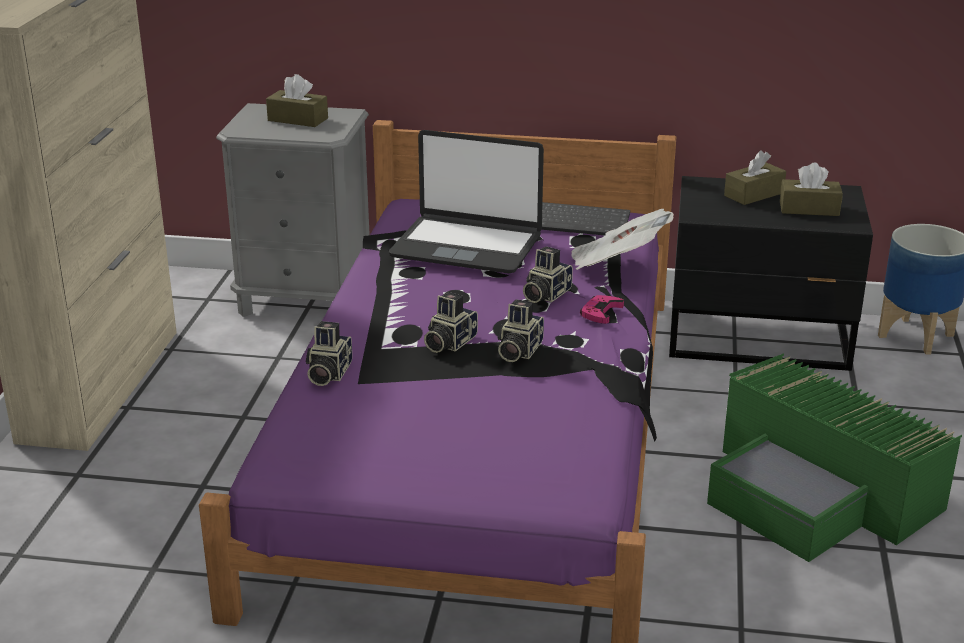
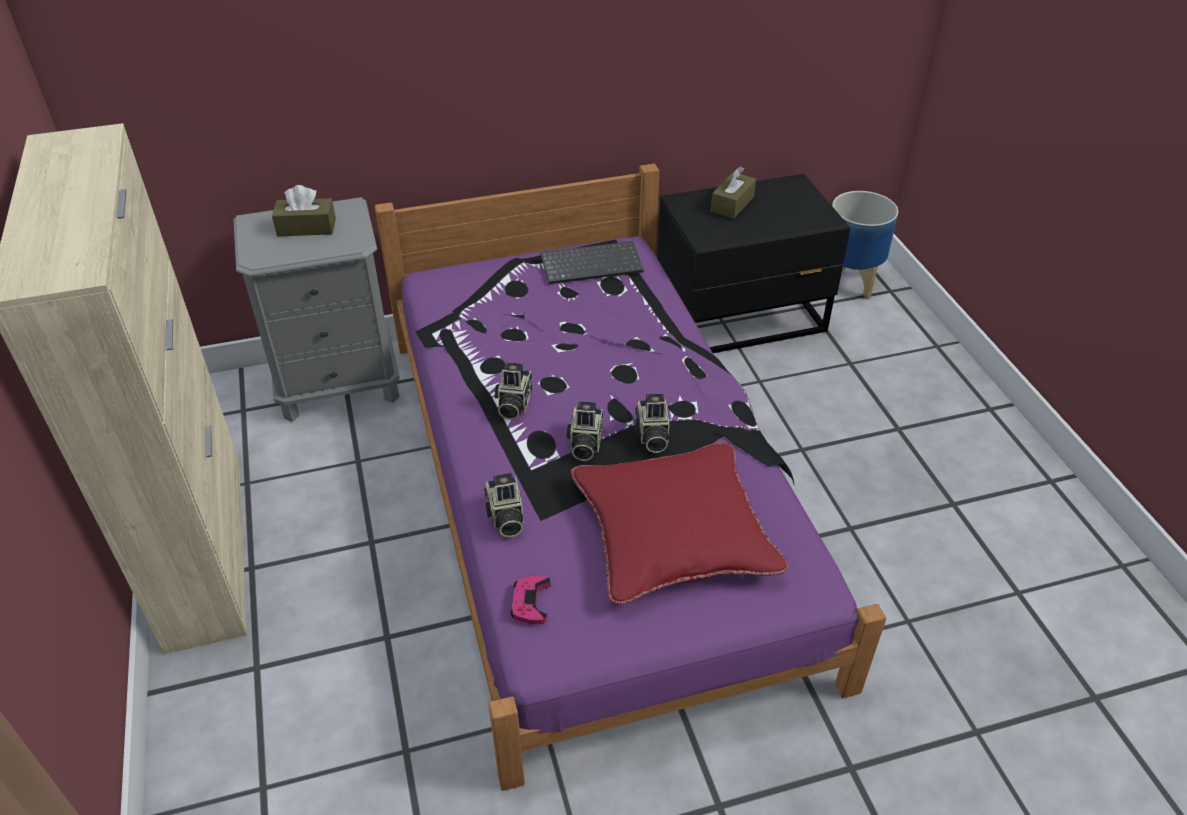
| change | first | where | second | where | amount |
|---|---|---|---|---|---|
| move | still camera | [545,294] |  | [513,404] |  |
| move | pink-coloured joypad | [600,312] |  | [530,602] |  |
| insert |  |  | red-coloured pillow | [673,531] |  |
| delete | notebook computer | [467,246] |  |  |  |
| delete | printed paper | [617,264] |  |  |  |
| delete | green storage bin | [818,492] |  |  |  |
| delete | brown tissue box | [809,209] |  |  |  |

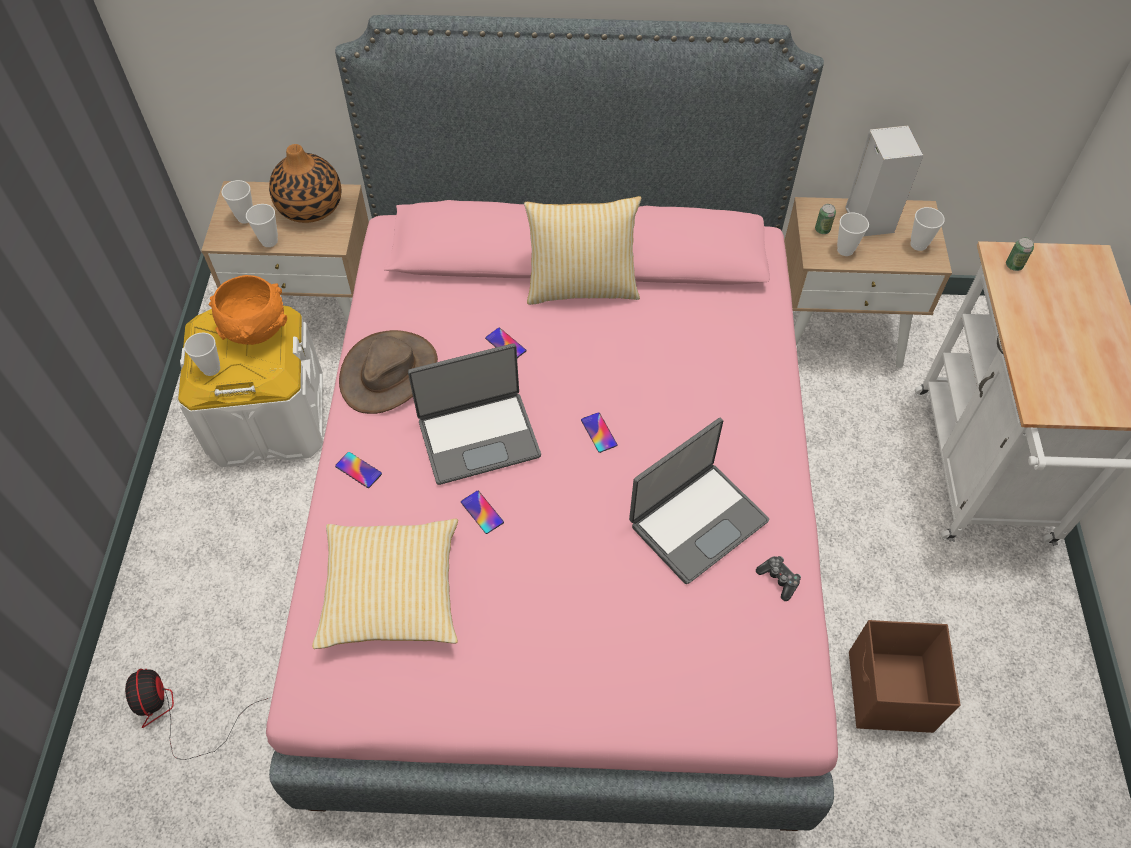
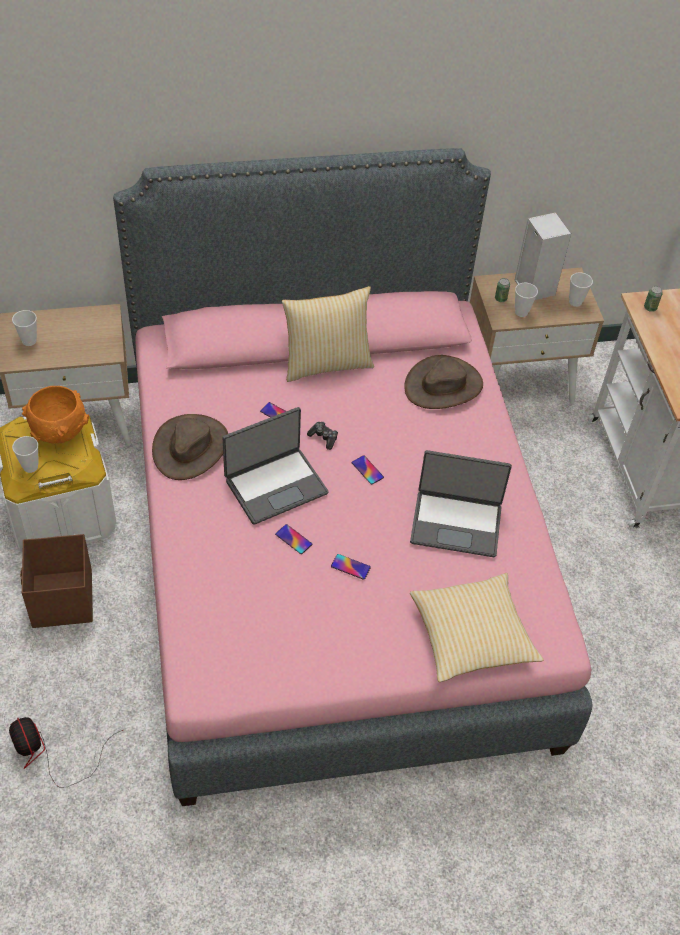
| change | first | where | second | where | amount |
|---|---|---|---|---|---|
| move | brown storage bin | [889,693] |  | [62,600] |  |
| move | joypad | [779,579] |  | [323,438] |  |
| move | handset | [358,470] |  | [350,567] |  |
| insert |  |  | brown wearable hat | [443,385] |  |
| rotate | notebook computer | [696,521] |  | [456,523] | 60 degrees clockwise |
| move | pillow | [392,593] |  | [471,637] |  |
| delete | small cup | [269,241] |  |  |  |
| delete | vase | [310,206] |  |  |  |

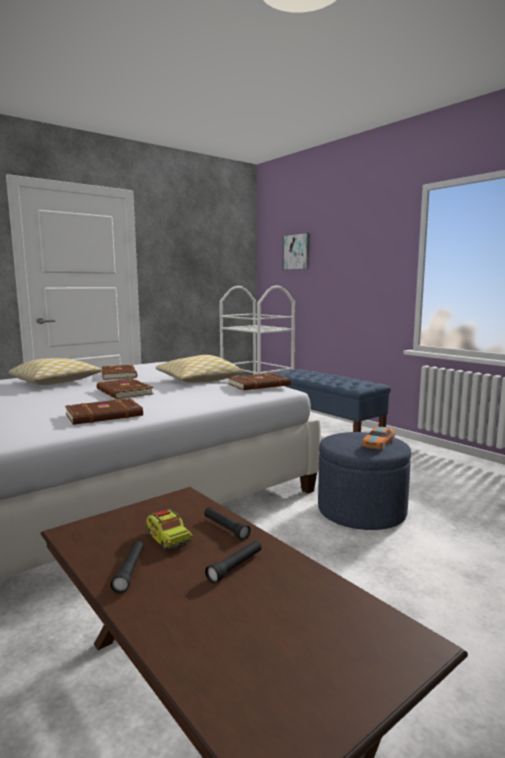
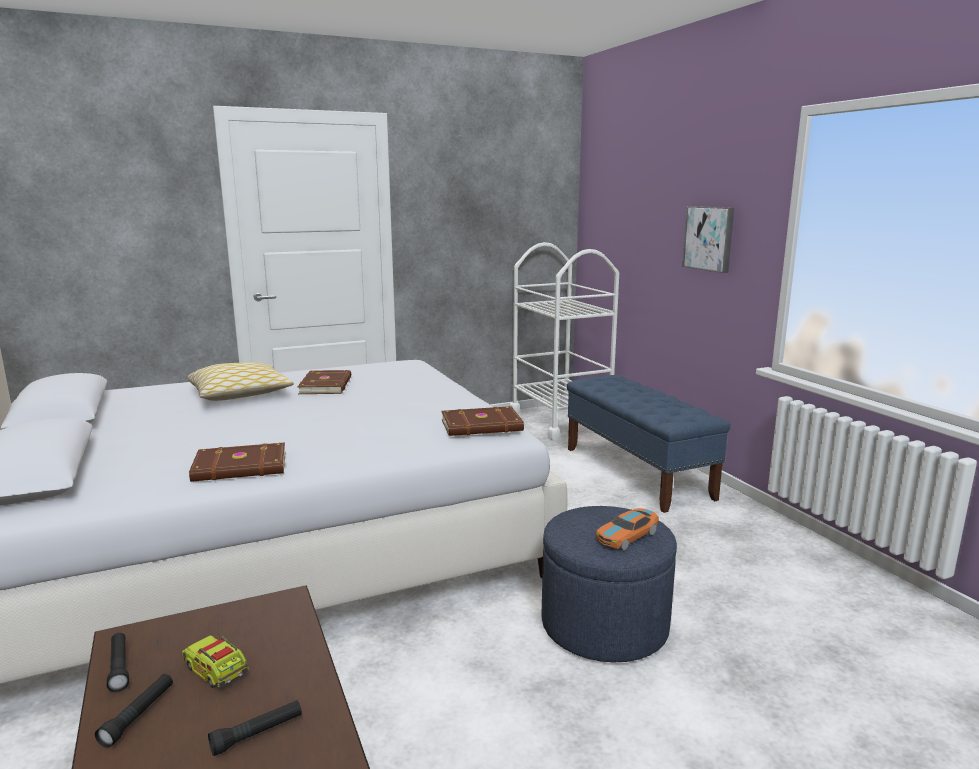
| change | first | where | second | where | amount |
|---|---|---|---|---|---|
| move | black hand torch | [225,528] |  | [119,668] |  |
| rotate | toy lorry | [168,539] |  | [216,671] | 150 degrees clockwise |
| move | wall picture | [297,251] |  | [709,238] |  |
| delete | brown volume | [123,392] |  |  |  |
| delete | pillow | [199,380] |  |  |  |

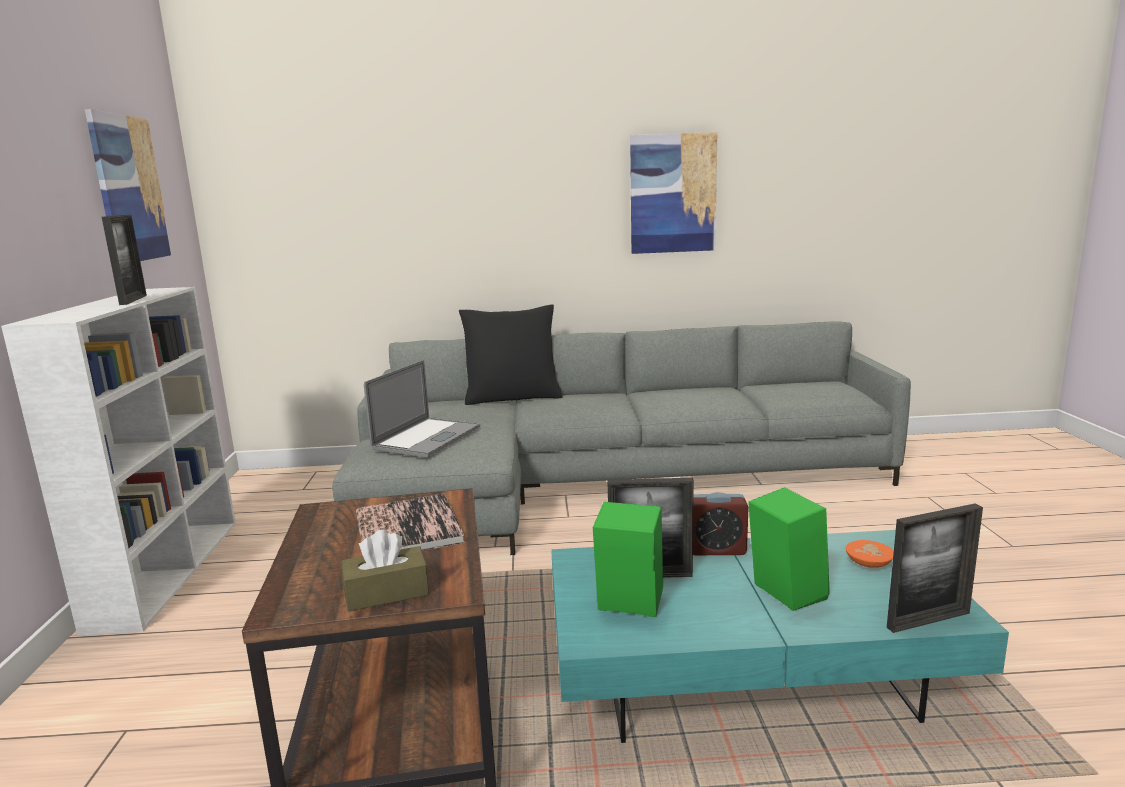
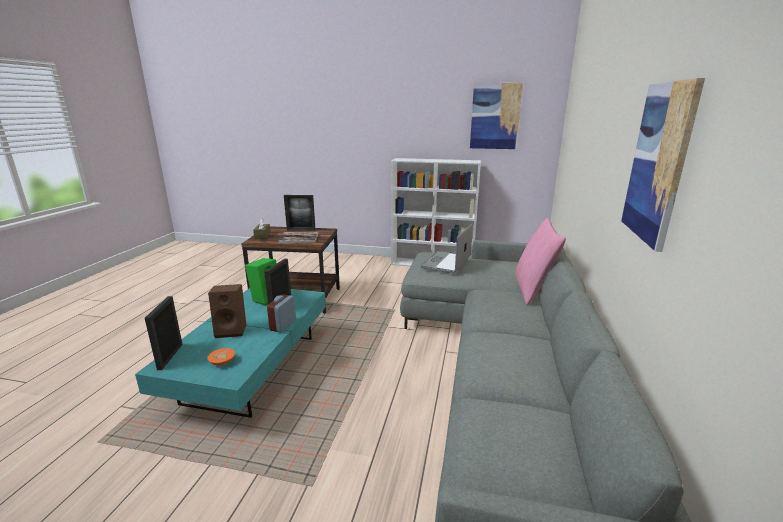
| change | first | where | second | where | amount |
|---|---|---|---|---|---|
| recolor | green audio speaker | [783,593] | brown audio speaker | [232,330] |  |
| move | photo frame | [133,300] |  | [301,230] |  |
| rotate | notebook computer | [427,438] |  | [446,262] | 75 degrees clockwise |
| recolor | black pillow | [512,397] | pink-coloured pillow | [533,290] |  |

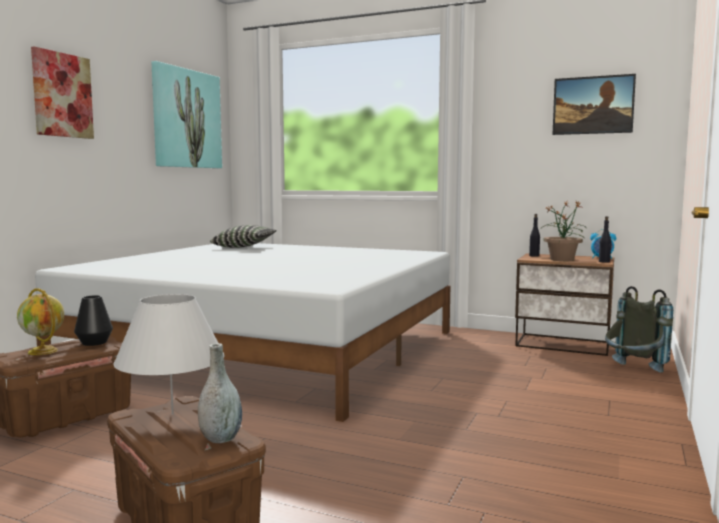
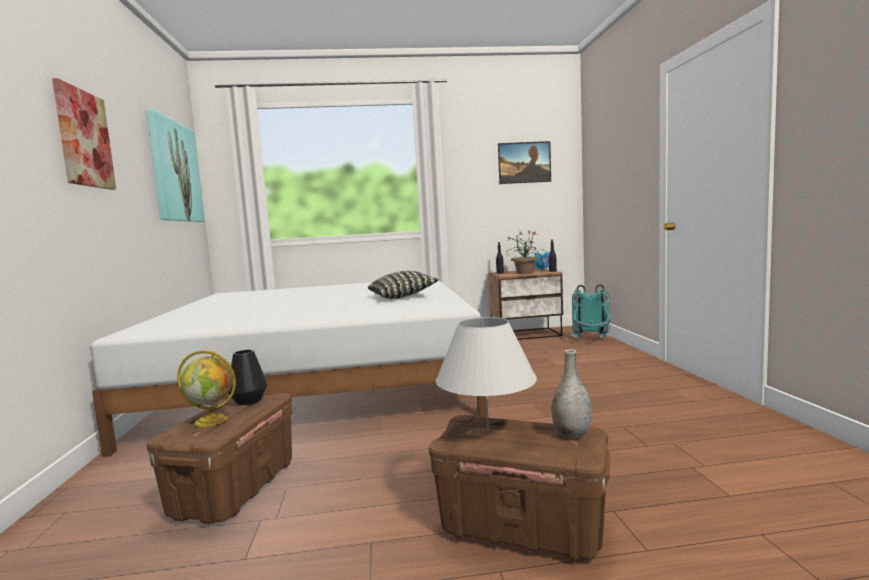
| change | first | where | second | where | amount |
|---|---|---|---|---|---|
| move | pillow | [244,247] |  | [402,296] |  |
| recolor | gray backpack | [633,371] | turquoise-coloured backpack | [591,342] |  |

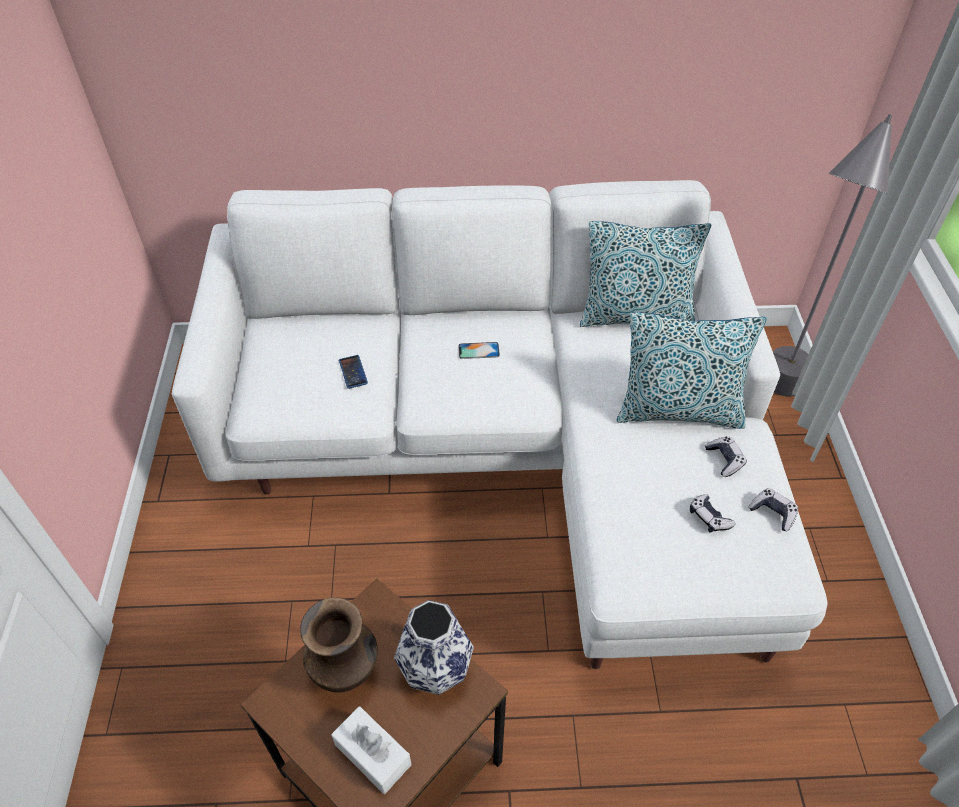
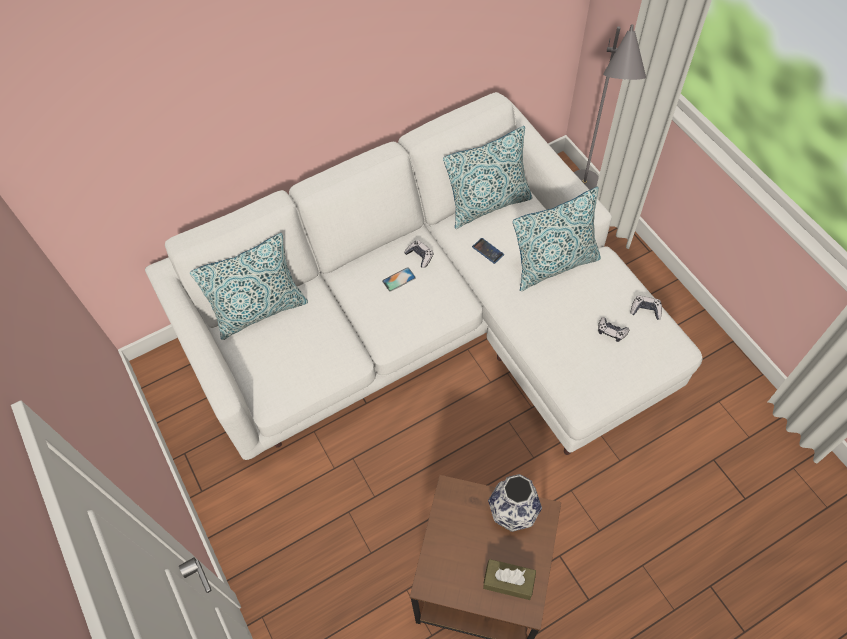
| change | first | where | second | where | amount |
|---|---|---|---|---|---|
| insert |  |  | pillow | [260,310] |  |
| move | joypad | [724,460] |  | [420,256] |  |
| move | handset | [353,372] |  | [488,251] |  |
| recolor | white tissue box | [373,755] | brown tissue box | [508,581] |  |
| delete | brown vase | [347,672] |  |  |  |

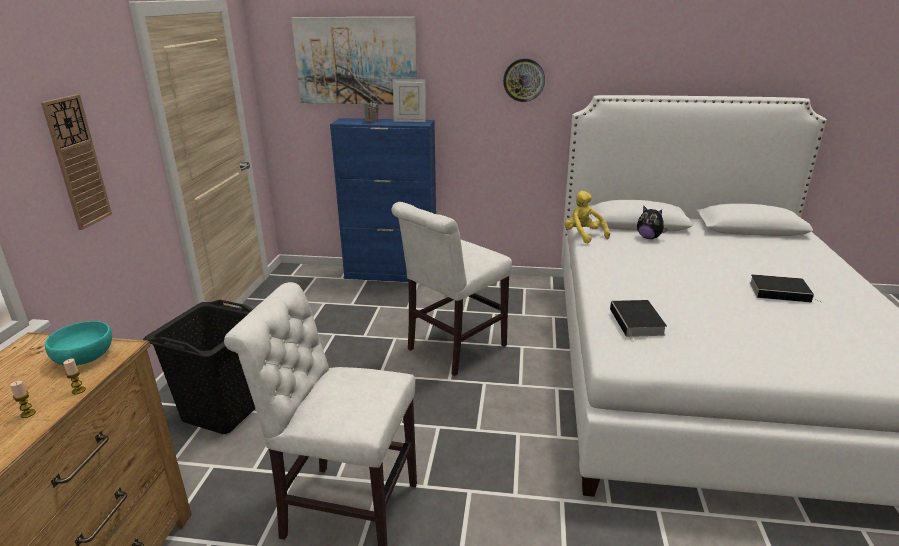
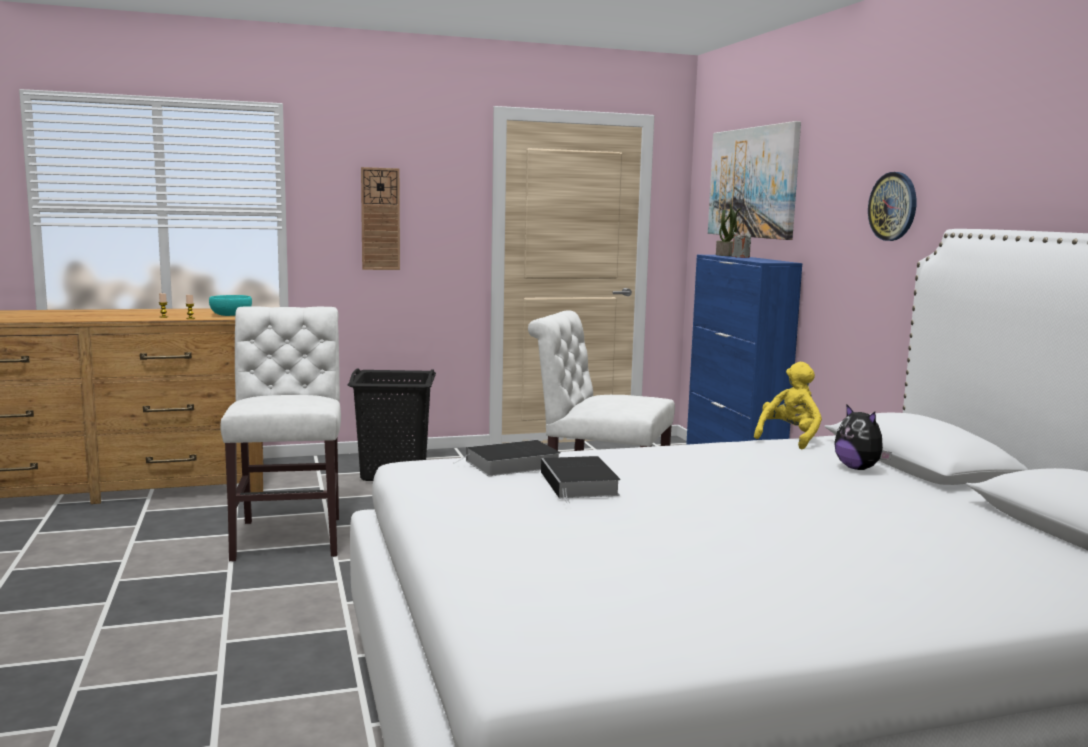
| change | first | where | second | where | amount |
|---|---|---|---|---|---|
| move | volume | [781,292] |  | [580,484] |  |
| insert |  |  | houseplant | [726,255] |  |
| rotate | plush toy | [649,237] |  | [858,468] | 45 degrees counterclockwise |
| delete | photo frame | [410,121] |  |  |  |

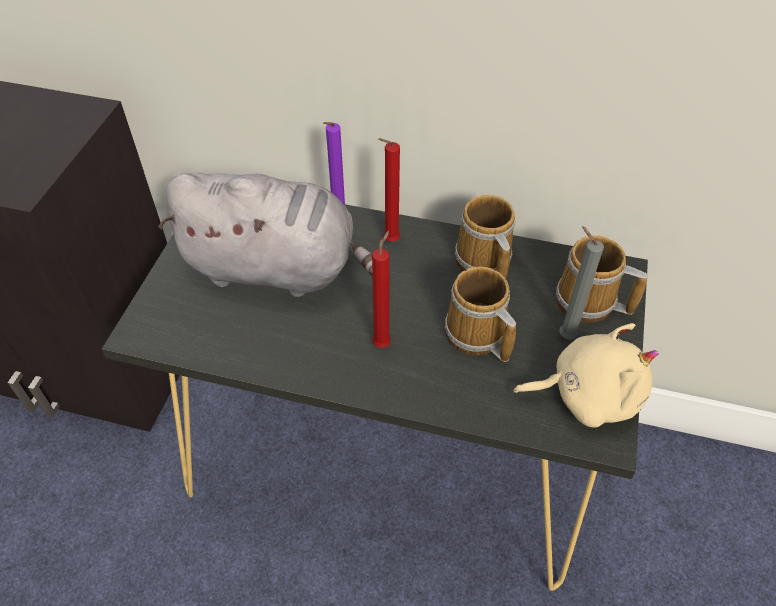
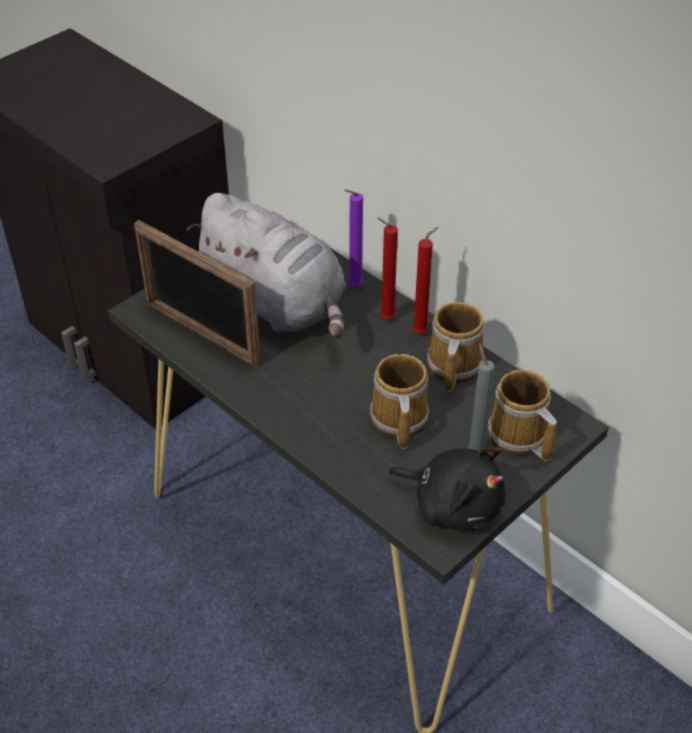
| change | first | where | second | where | amount |
|---|---|---|---|---|---|
| insert |  |  | photo frame | [201,333] |  |
| recolor | beige-coloured plush toy | [587,395] | black plush toy | [453,504] |  |
| move | red-coloured wax light | [383,342] |  | [422,332] |  |

